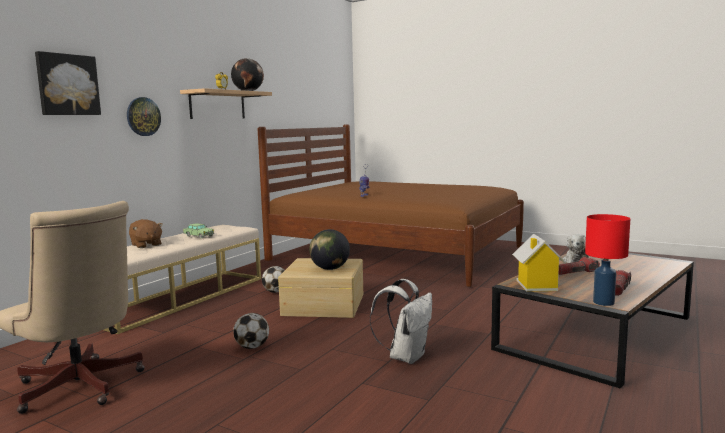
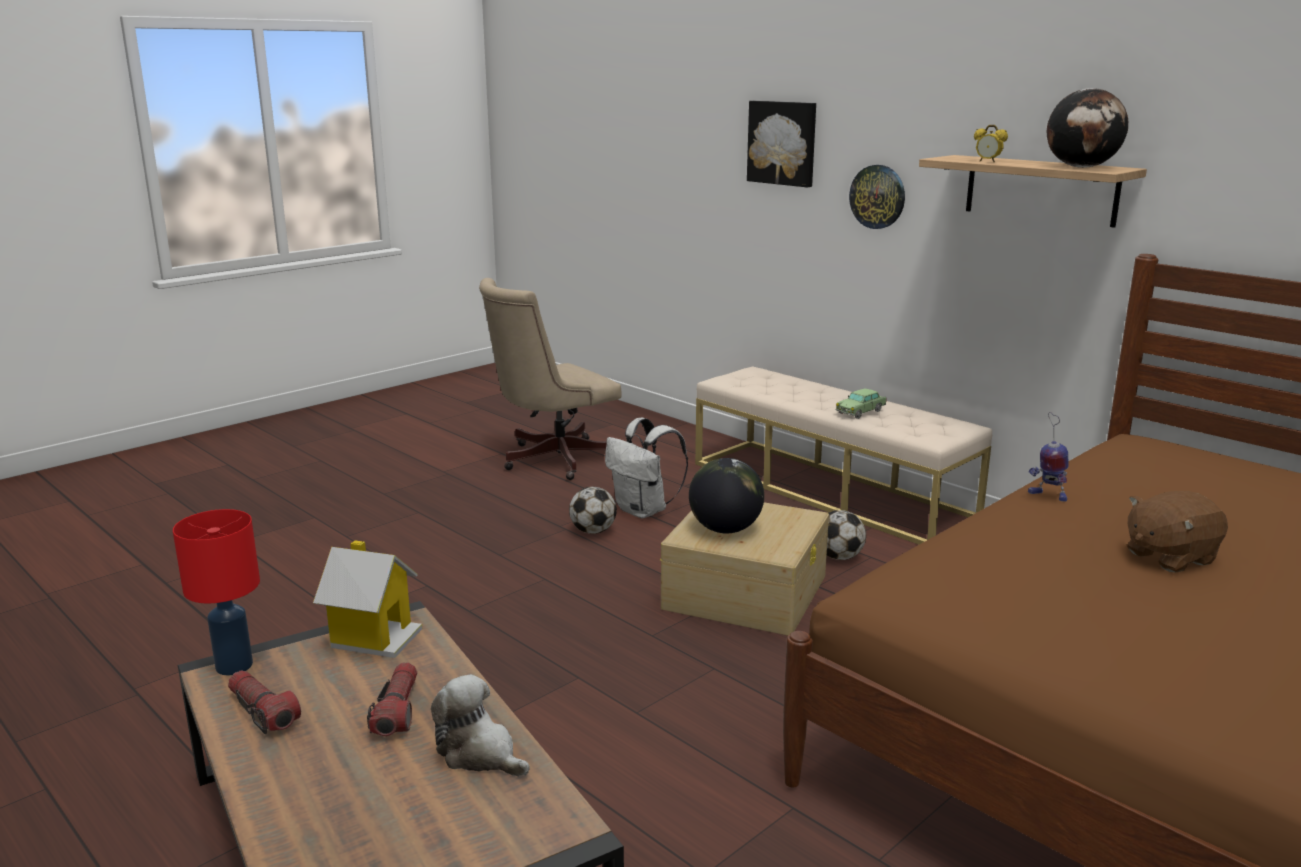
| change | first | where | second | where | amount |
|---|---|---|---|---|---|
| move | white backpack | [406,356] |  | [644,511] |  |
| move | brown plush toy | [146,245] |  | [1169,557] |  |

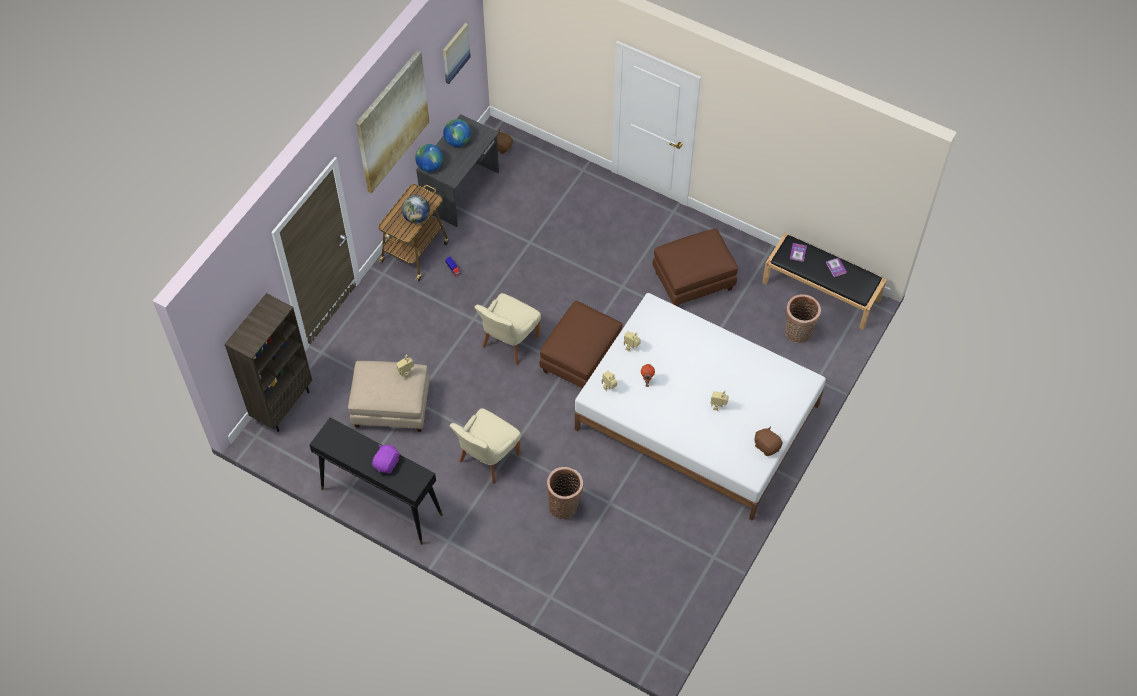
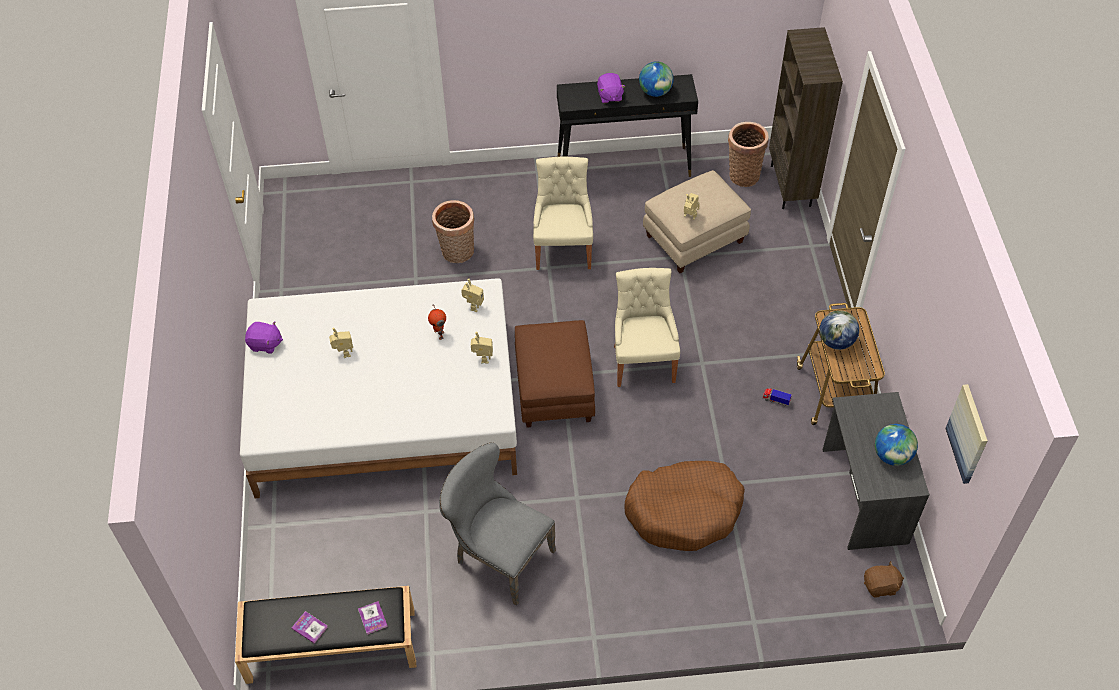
| change | first | where | second | where | amount |
|---|---|---|---|---|---|
| recolor | brown plush toy | [767,446] | purple-coloured plush toy | [265,344] |  |
| replace | brown pouffe | [693,281] | gray chair | [498,556] |  |
| insert |  |  | brown pet bed | [684,511] |  |
| move | globe | [430,166] |  | [655,92] |  |
| move | basket | [798,334] |  | [743,174] |  |
| delete | wall picture | [392,121] |  |  |  |

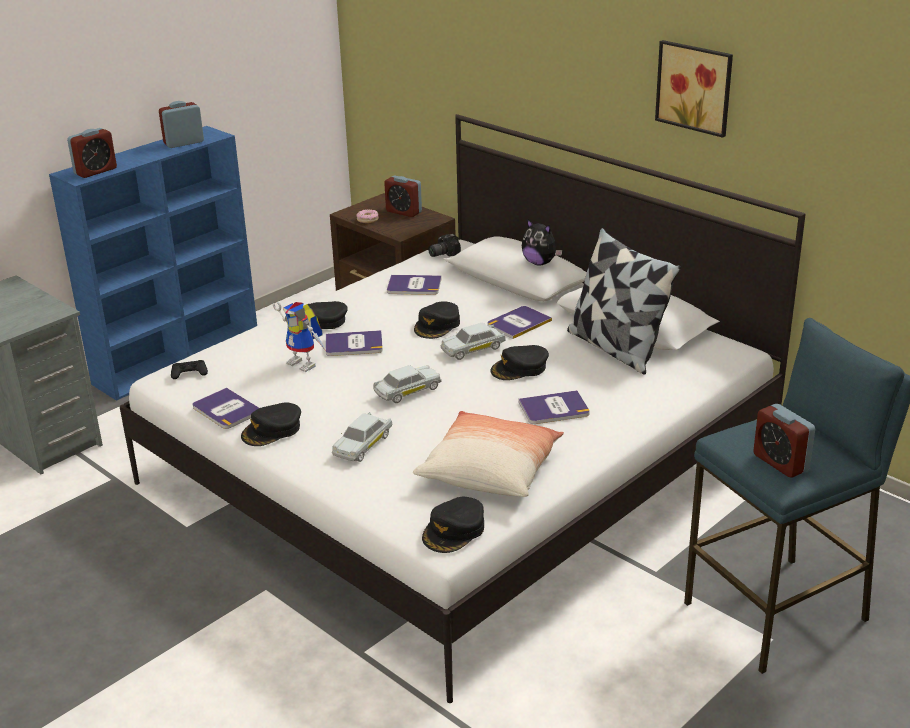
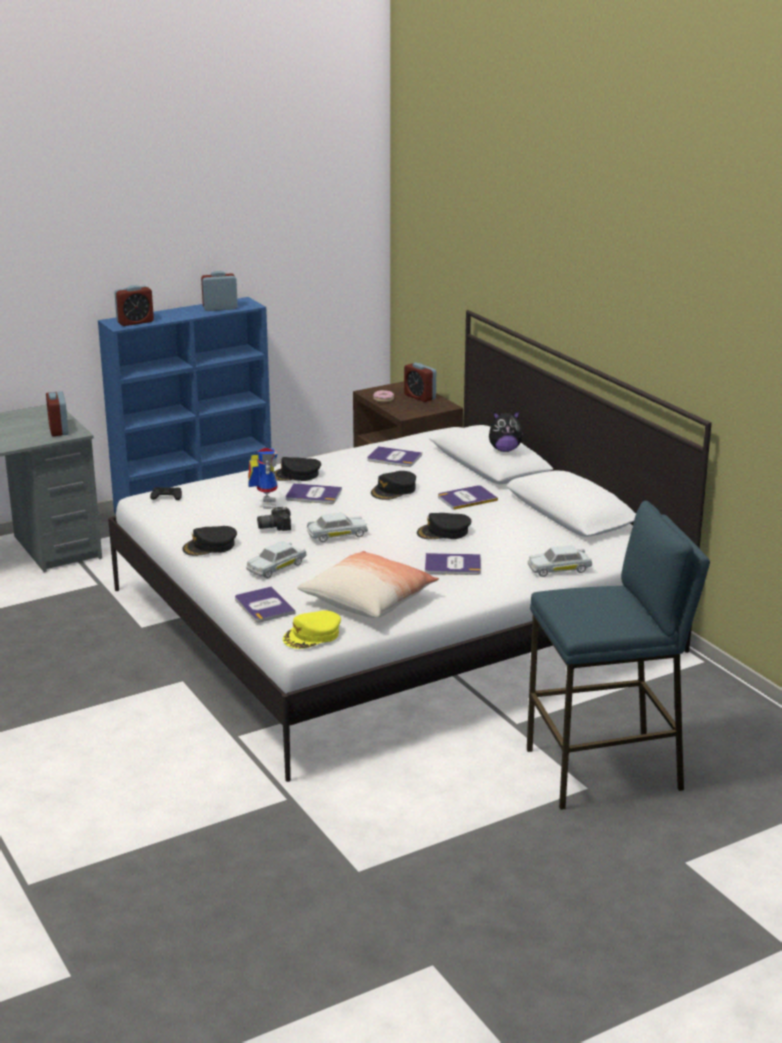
| change | first | where | second | where | amount |
|---|---|---|---|---|---|
| move | bedside clock | [780,462] |  | [58,430] |  |
| move | volume | [226,410] |  | [264,606] |  |
| rotate | toy robot | [306,364] |  | [264,503] | 150 degrees counterclockwise |
| move | still camera | [442,253] |  | [273,526] |  |
| recolor | black cap | [454,531] | yellow-coloured cap | [312,636] |  |
| rotate | plush toy | [540,263] |  | [504,450] | 60 degrees counterclockwise |
| move | white model car | [473,349] |  | [559,569] |  |
| delete | pillow | [616,348] |  |  |  |
| delete | wall picture | [696,87] |  |  |  |

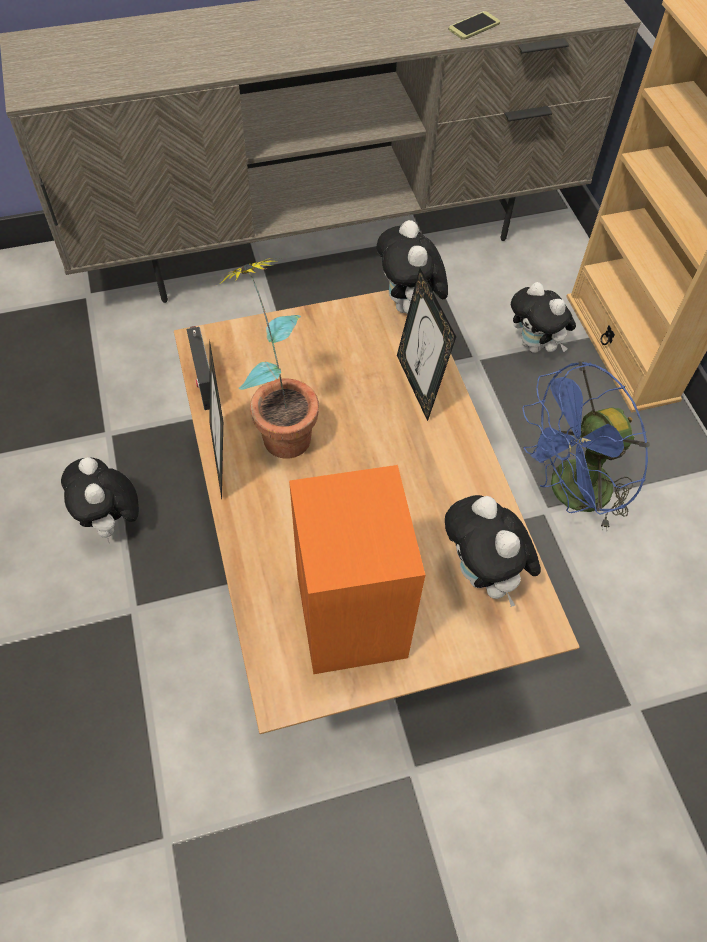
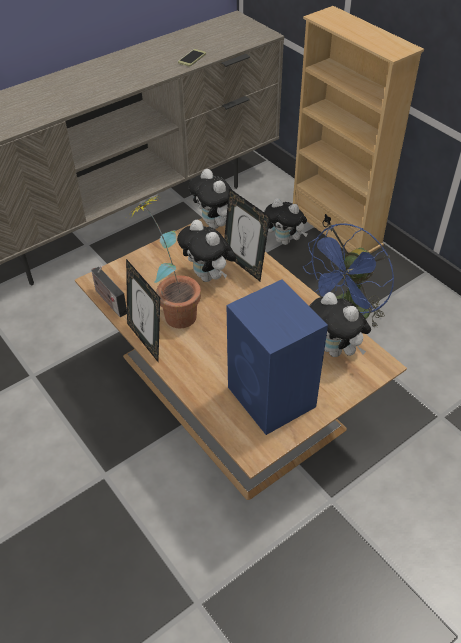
| change | first | where | second | where | amount |
|---|---|---|---|---|---|
| move | plush toy | [112,522] |  | [208,277] |  |
| recolor | orange audio speaker | [351,619] | bluish audio speaker | [272,398] |  |

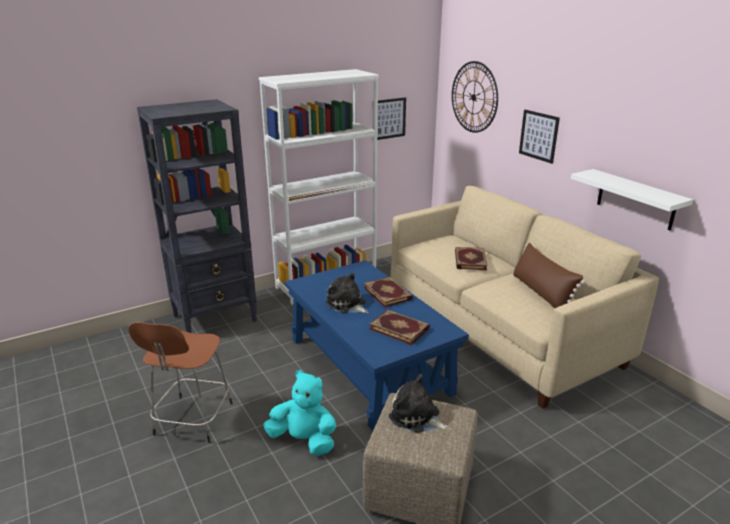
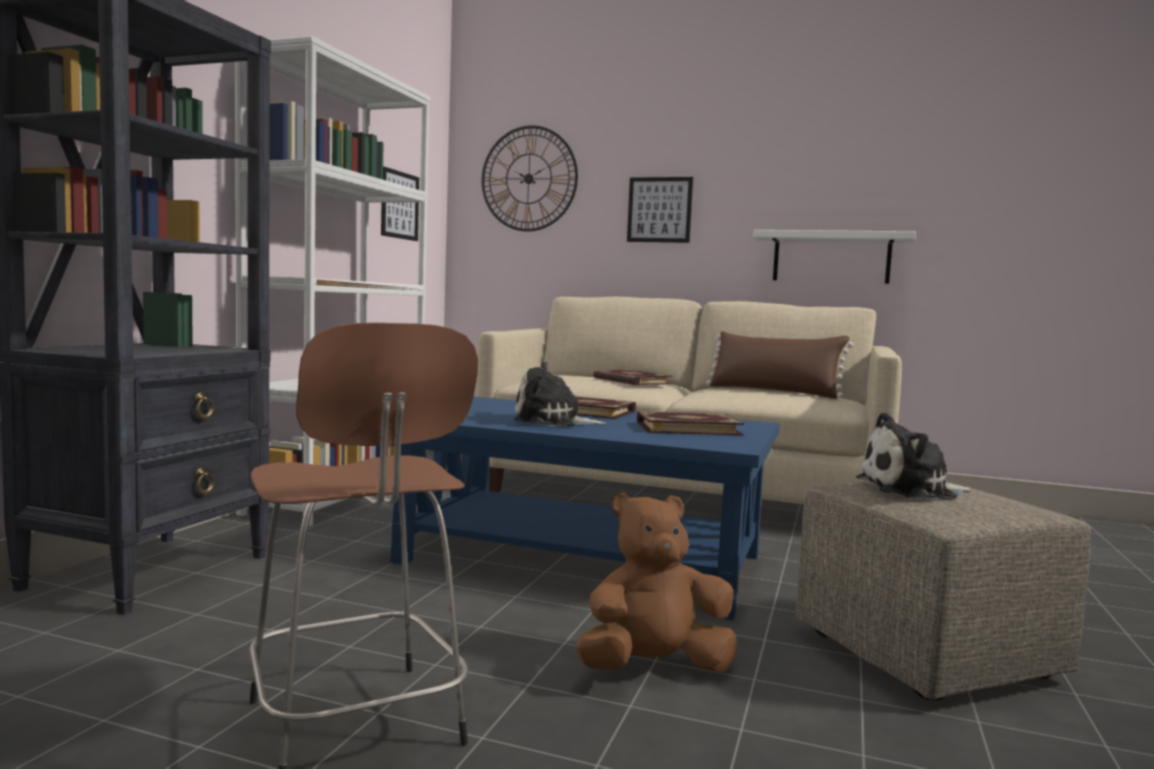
| change | first | where | second | where | amount |
|---|---|---|---|---|---|
| recolor | turquoise-coloured plush toy | [304,440] | brown plush toy | [654,668] |  |

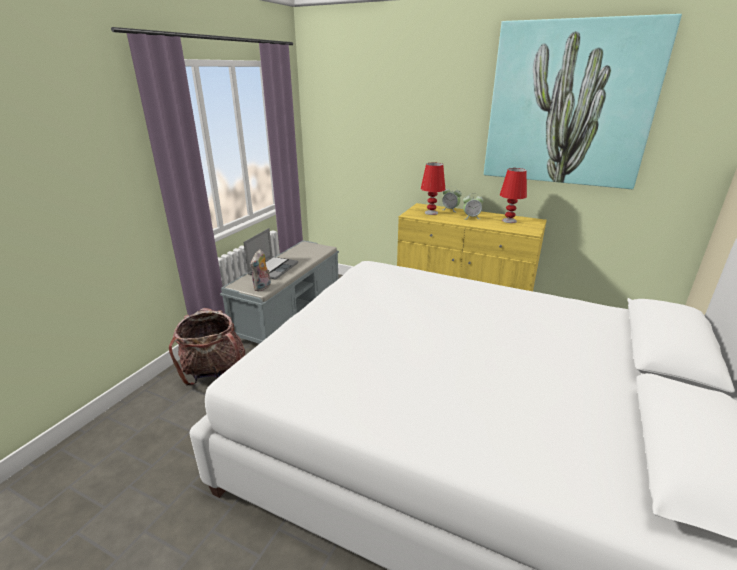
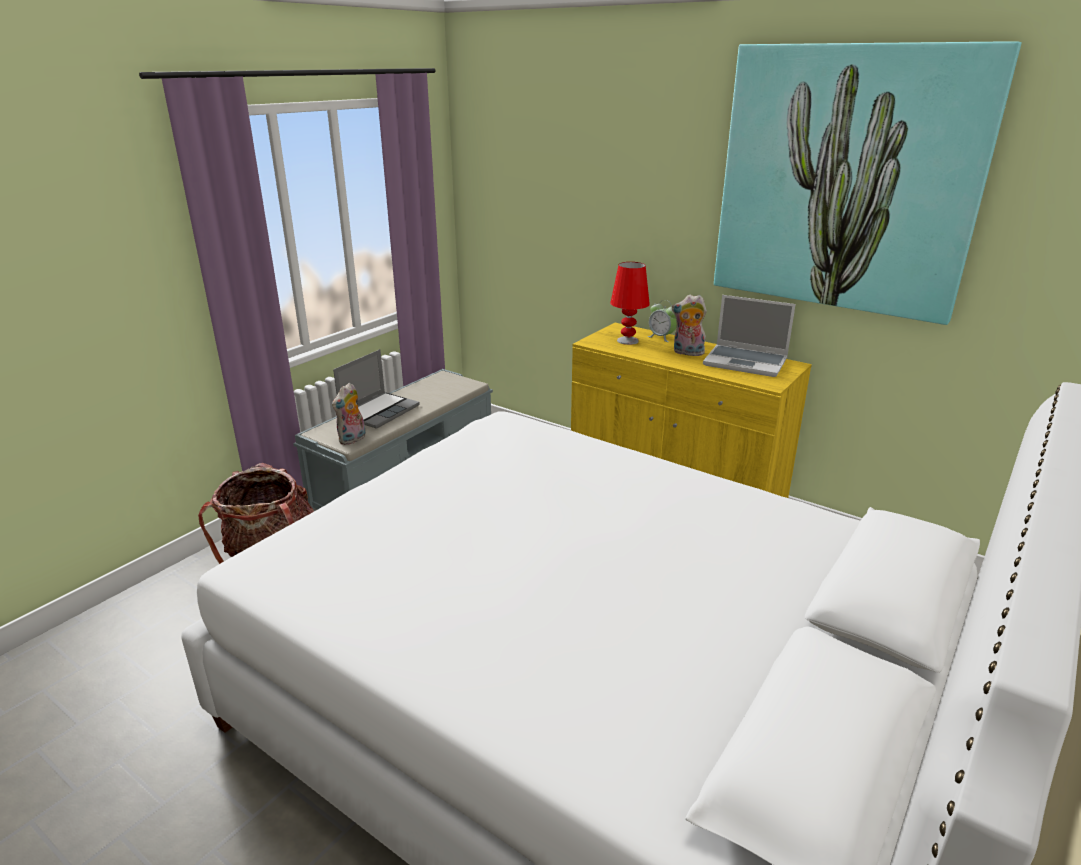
| change | first | where | second | where | amount |
|---|---|---|---|---|---|
| replace | bedside clock | [471,217] | plush toy | [687,353] |  |
| replace | red-coloured tabletop lamp | [509,220] | notebook computer | [746,362] |  |

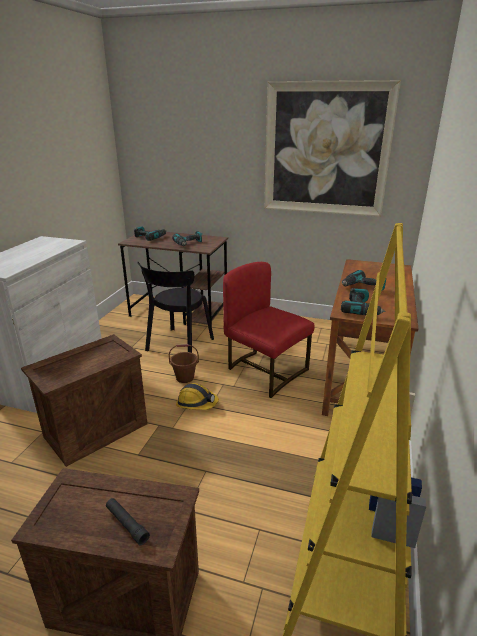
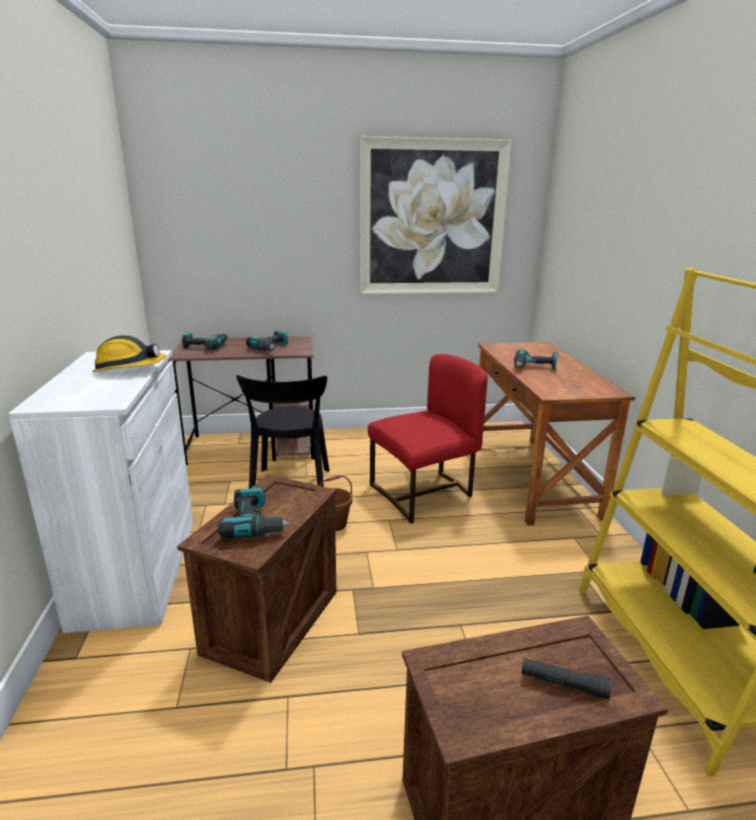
| change | first | where | second | where | amount |
|---|---|---|---|---|---|
| move | safety helmet | [197,403] |  | [129,369] |  |
| move | drill | [361,309] |  | [255,523] |  |
| rotate | red-coloured chair | [265,371] |  | [424,493] | 135 degrees clockwise |

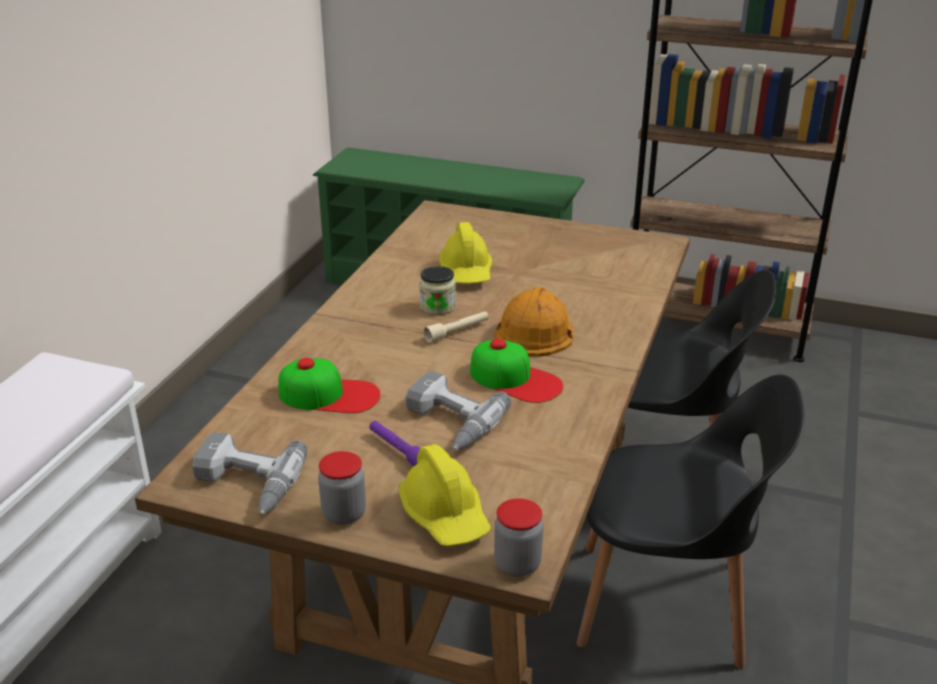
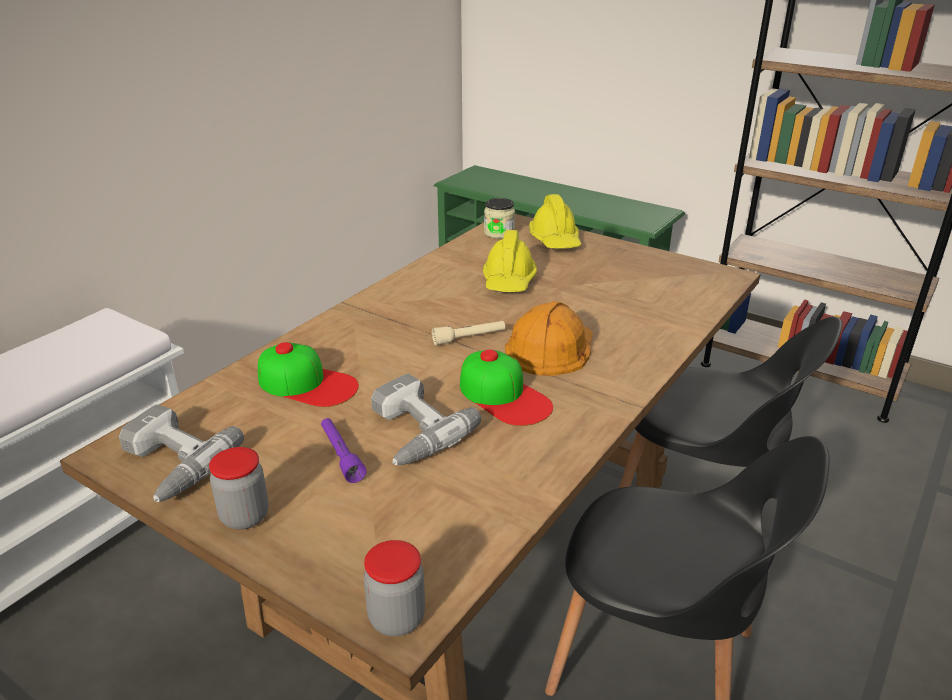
| change | first | where | second | where | amount |
|---|---|---|---|---|---|
| move | jar | [437,307] |  | [499,233] |  |
| move | yellow-coloured safety helmet | [445,515] |  | [555,240] |  |

